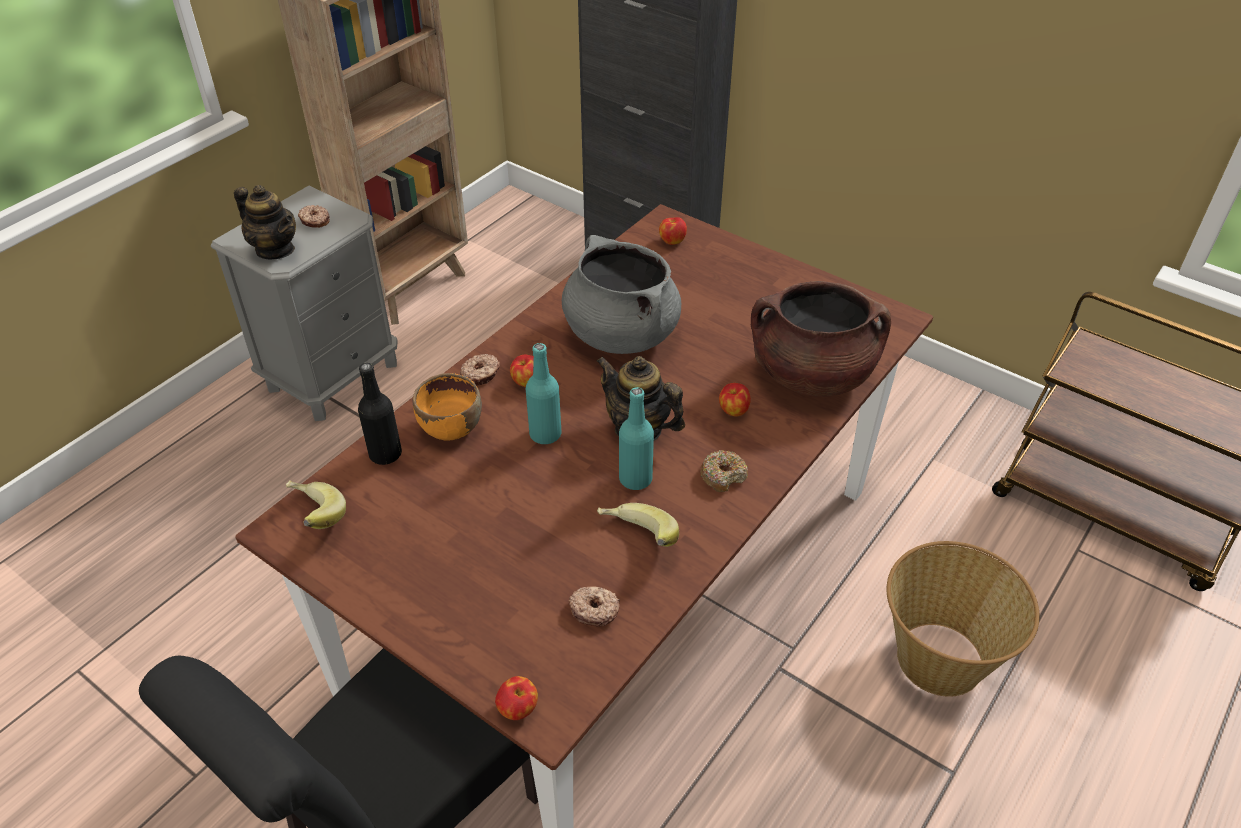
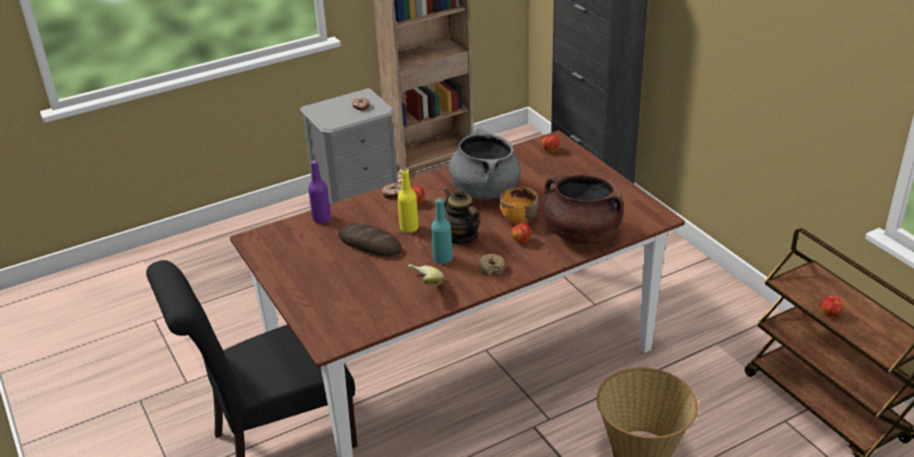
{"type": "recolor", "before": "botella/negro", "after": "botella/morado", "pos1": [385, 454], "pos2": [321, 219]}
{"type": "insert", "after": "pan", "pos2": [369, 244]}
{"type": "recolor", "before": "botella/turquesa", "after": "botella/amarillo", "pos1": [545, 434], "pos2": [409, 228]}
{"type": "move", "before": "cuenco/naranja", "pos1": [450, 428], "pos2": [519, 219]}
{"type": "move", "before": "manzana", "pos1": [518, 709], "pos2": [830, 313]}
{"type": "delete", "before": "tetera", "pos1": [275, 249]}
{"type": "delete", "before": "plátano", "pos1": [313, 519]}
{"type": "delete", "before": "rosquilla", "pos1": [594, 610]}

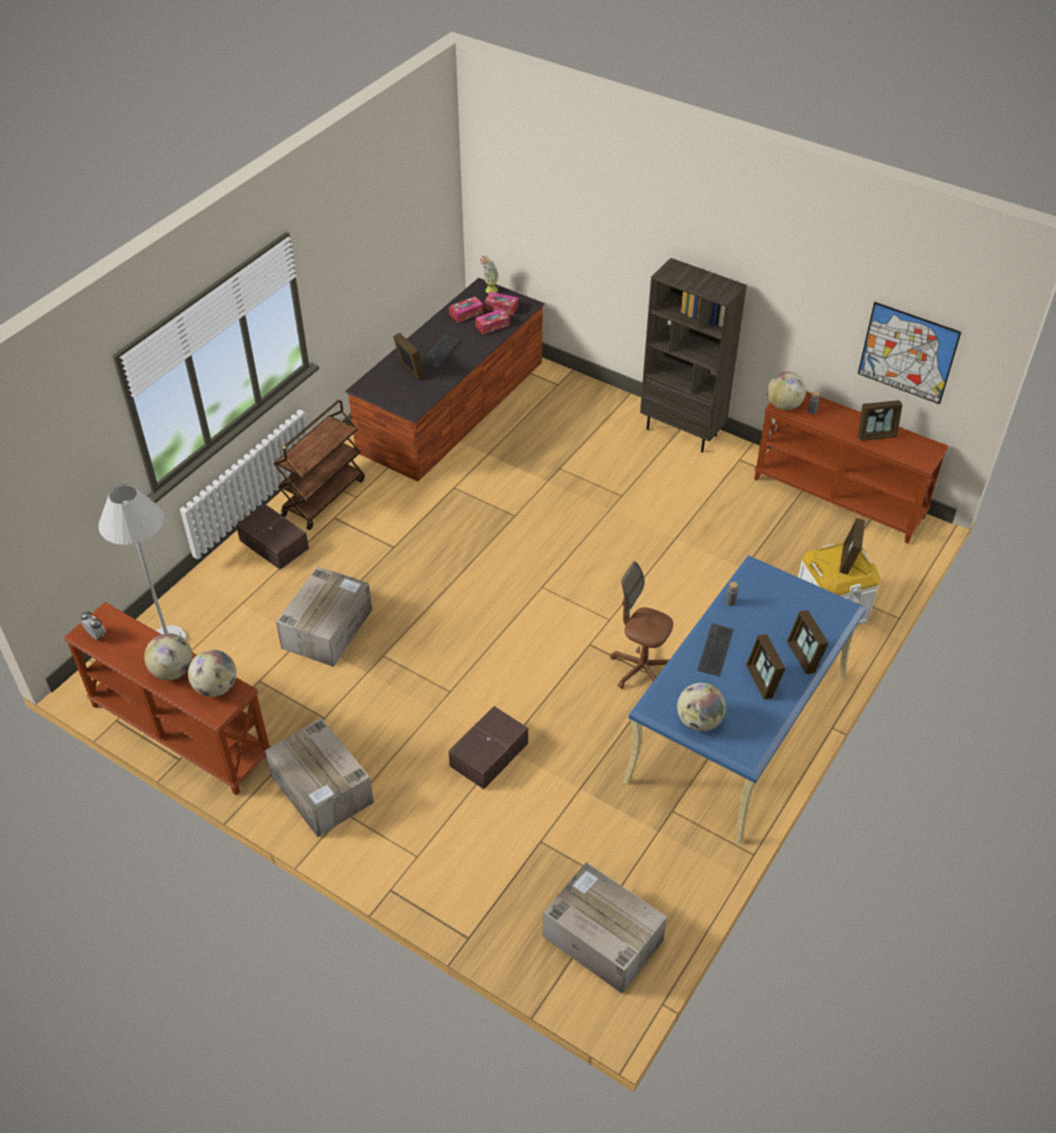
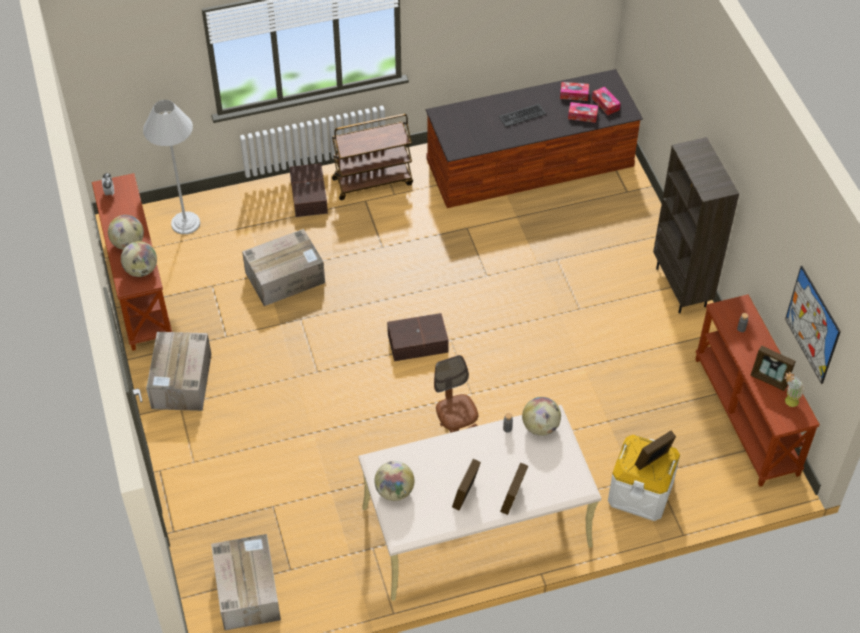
{"type": "recolor", "before": "escritorio/azul", "after": "escritorio/beis", "pos1": [738, 728], "pos2": [475, 527]}
{"type": "move", "before": "caja de almacenaje/marrón", "pos1": [487, 754], "pos2": [417, 342]}
{"type": "move", "before": "globo terráqueo", "pos1": [783, 405], "pos2": [540, 427]}
{"type": "move", "before": "planta en maceta", "pos1": [489, 292], "pos2": [788, 402]}
{"type": "delete", "before": "portarretratos", "pos1": [410, 370]}
{"type": "delete", "before": "teclado", "pos1": [716, 650]}

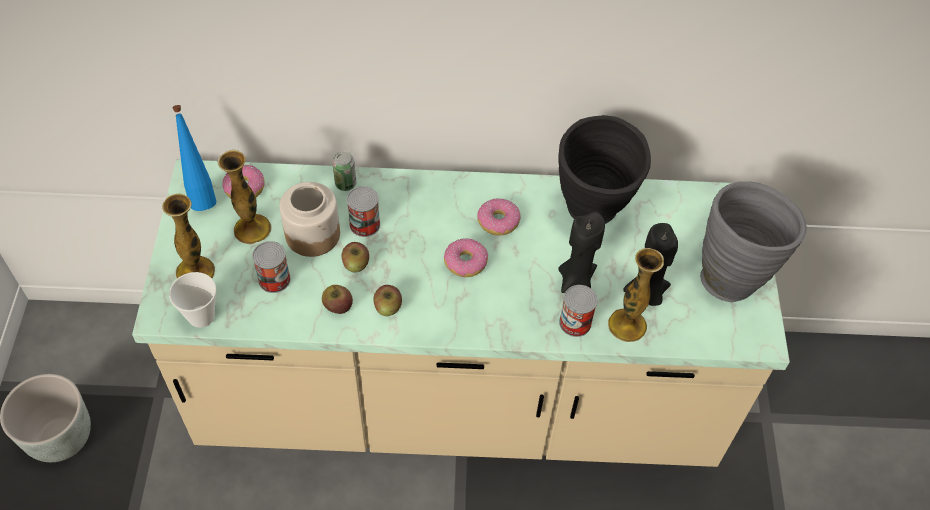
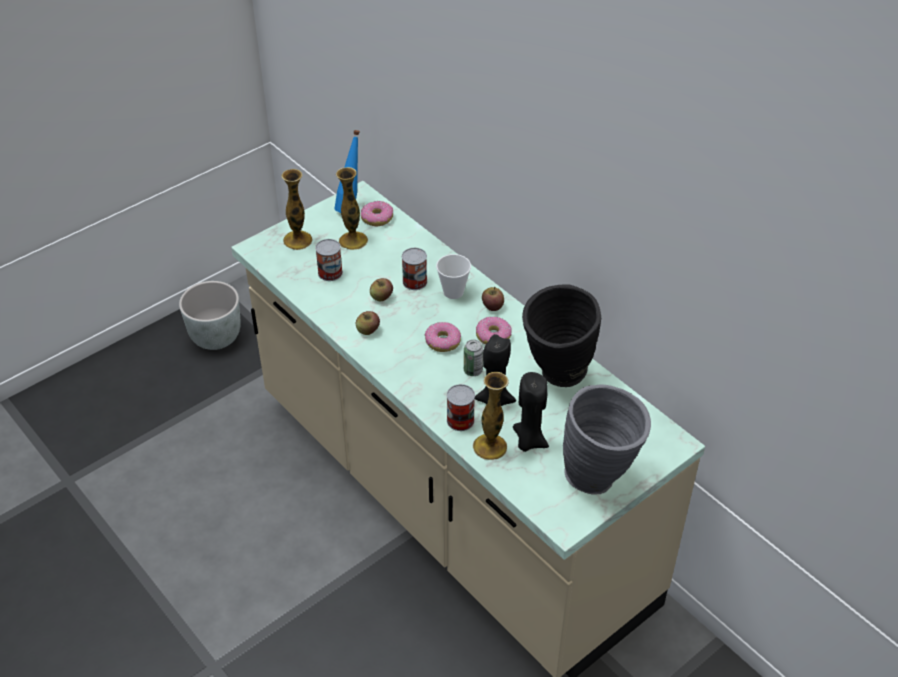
{"type": "move", "before": "taza", "pos1": [201, 316], "pos2": [453, 292]}
{"type": "move", "before": "lata", "pos1": [345, 184], "pos2": [473, 370]}
{"type": "move", "before": "manzana", "pos1": [338, 306], "pos2": [492, 306]}
{"type": "delete", "before": "tarro", "pos1": [313, 234]}

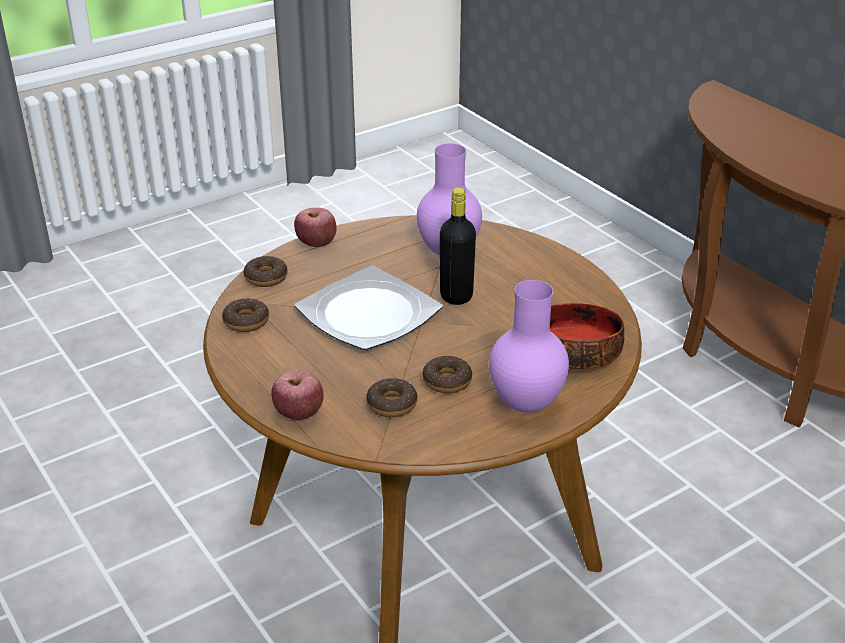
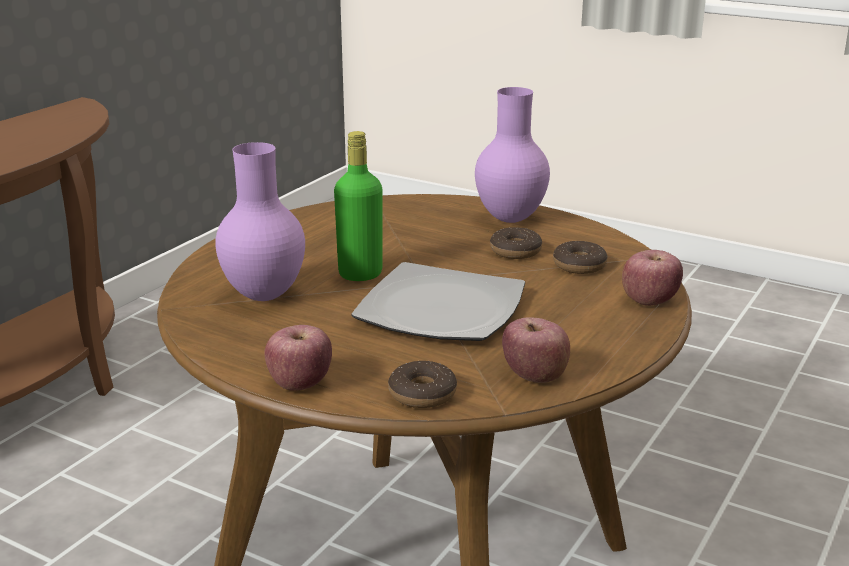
{"type": "recolor", "before": "botella/negro", "after": "botella/verde", "pos1": [456, 296], "pos2": [360, 274]}
{"type": "replace", "before": "rosquilla", "after": "manzana", "pos1": [246, 321], "pos2": [534, 376]}
{"type": "delete", "before": "cuenco", "pos1": [576, 352]}

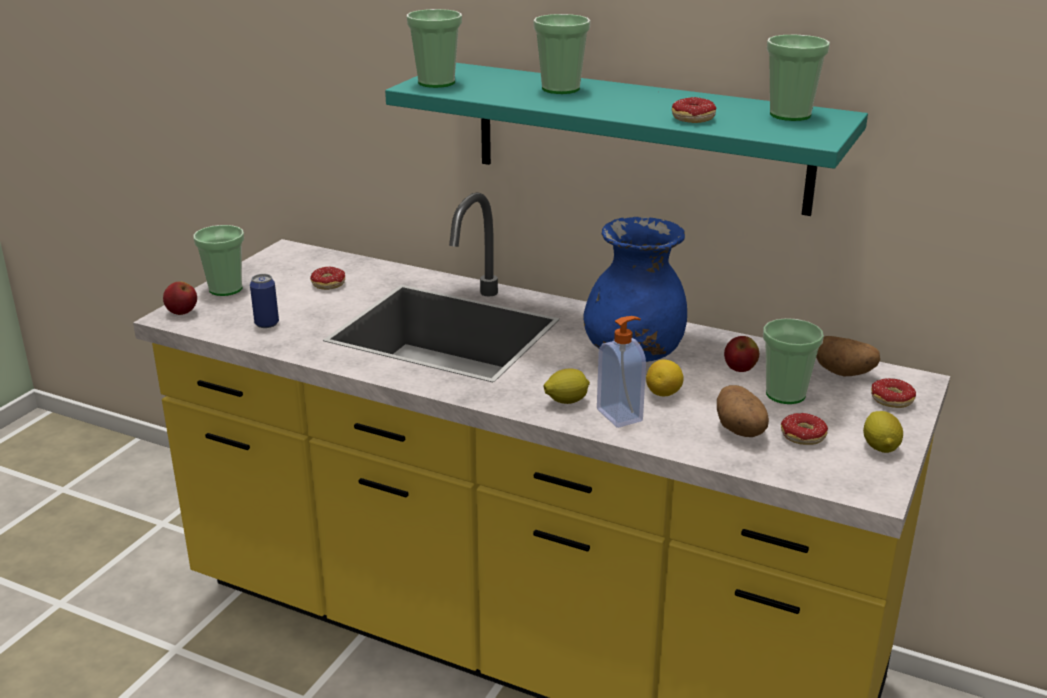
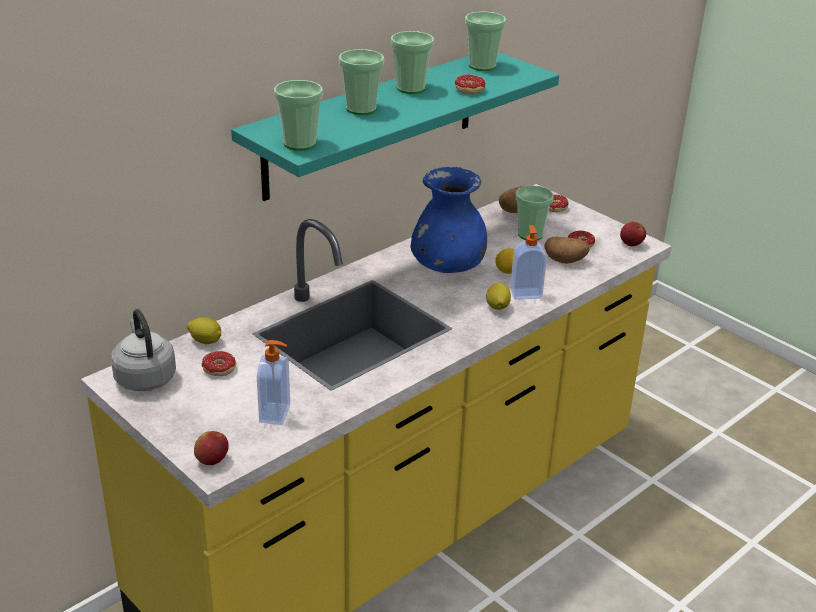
{"type": "insert", "after": "hervidor/gris", "pos2": [144, 377]}
{"type": "move", "before": "limón", "pos1": [880, 447], "pos2": [206, 341]}
{"type": "replace", "before": "lata", "after": "dispensador de jabón", "pos1": [267, 323], "pos2": [276, 414]}
{"type": "move", "before": "taza", "pos1": [225, 289], "pos2": [410, 88]}
{"type": "move", "before": "manzana", "pos1": [740, 370], "pos2": [631, 244]}

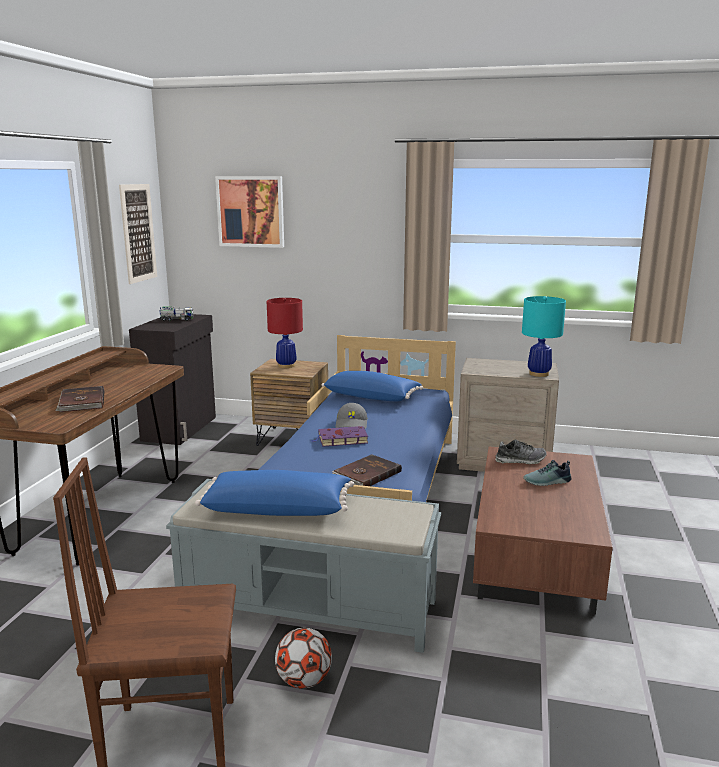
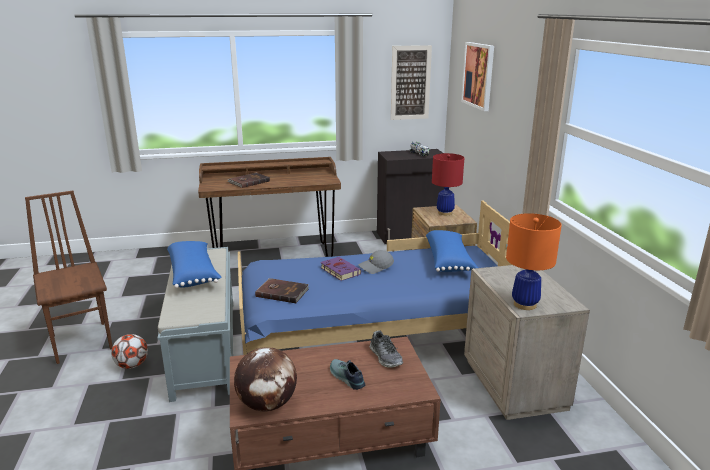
{"type": "insert", "after": "globo terráqueo", "pos2": [268, 404]}
{"type": "recolor", "before": "lámpara de mesa/turquesa", "after": "lámpara de mesa/naranja", "pos1": [538, 374], "pos2": [524, 304]}

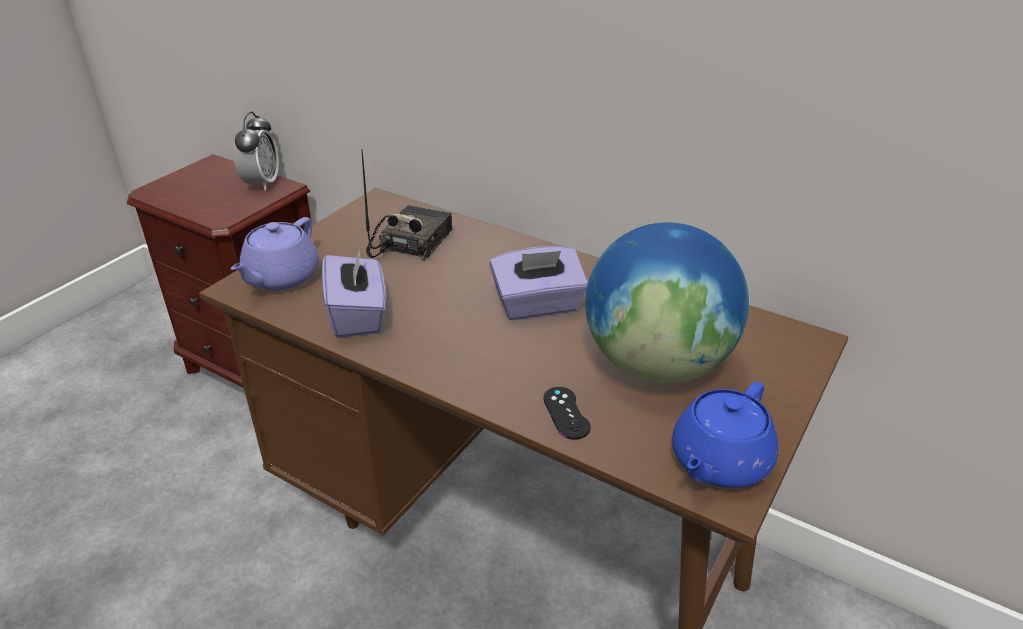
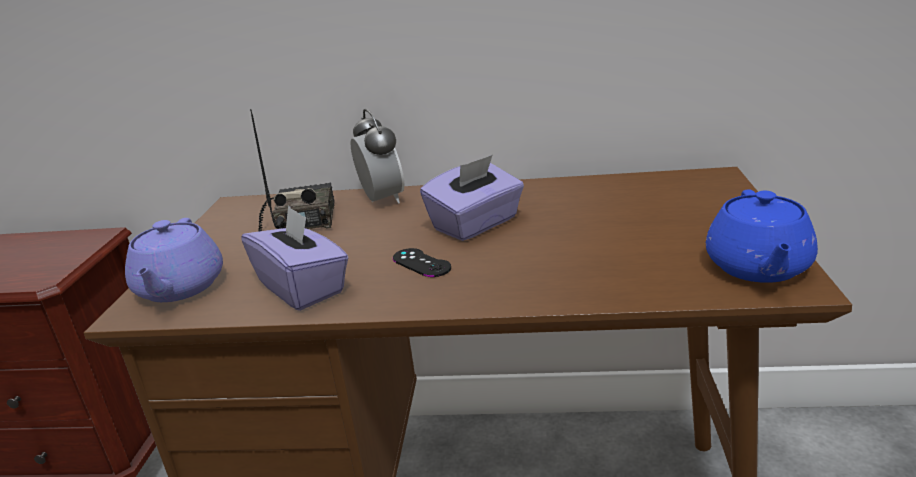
{"type": "move", "before": "despertador", "pos1": [262, 183], "pos2": [382, 200]}
{"type": "move", "before": "mando de consola/negro", "pos1": [566, 413], "pos2": [421, 263]}
{"type": "delete", "before": "globo terráqueo", "pos1": [657, 364]}

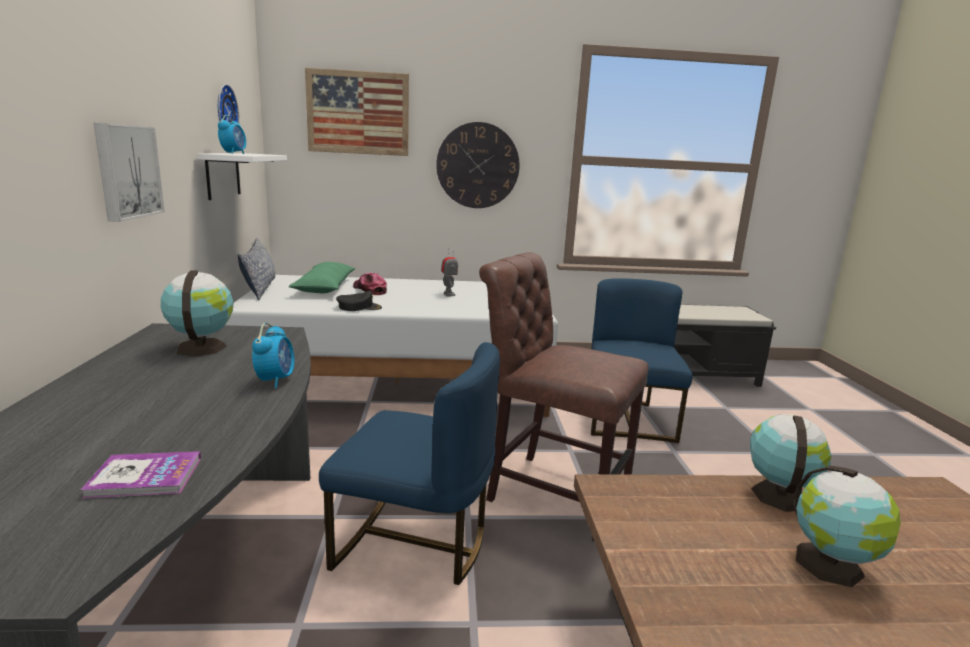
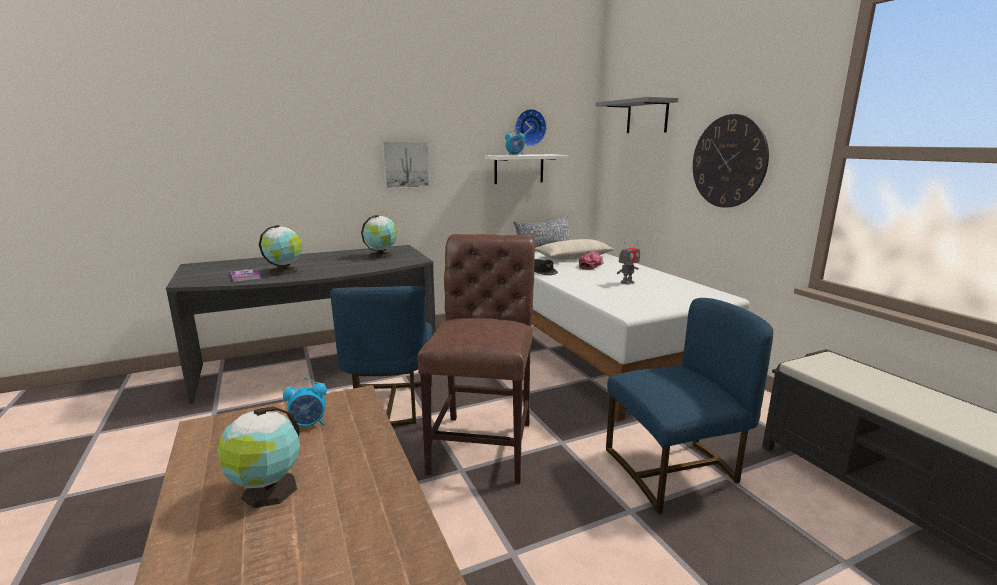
{"type": "move", "before": "globo terráqueo", "pos1": [778, 494], "pos2": [285, 271]}
{"type": "move", "before": "despertador", "pos1": [275, 380], "pos2": [308, 425]}
{"type": "recolor", "before": "cojín/verde", "after": "cojín/beis", "pos1": [325, 287], "pos2": [573, 257]}
{"type": "replace", "before": "cuadro", "after": "estante/gris", "pos1": [358, 113], "pos2": [647, 116]}

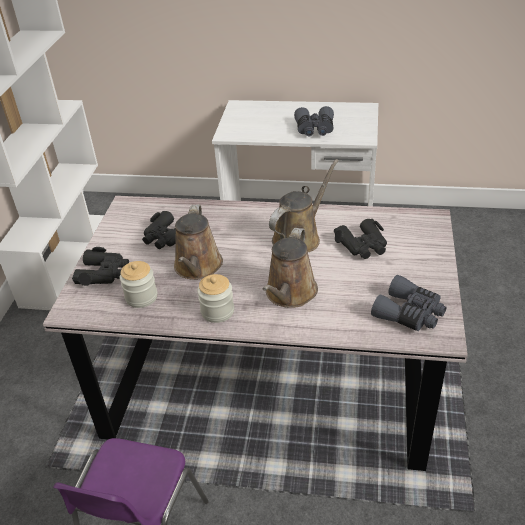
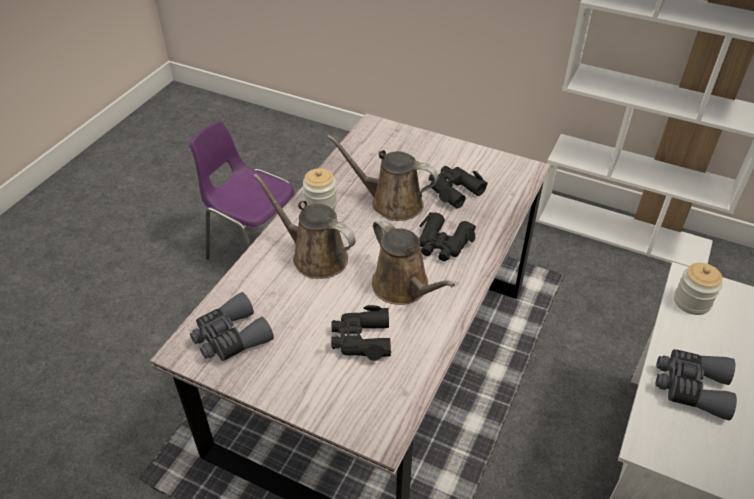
{"type": "move", "before": "prismáticos/negro", "pos1": [104, 273], "pos2": [443, 244]}
{"type": "move", "before": "tarro", "pos1": [141, 297], "pos2": [692, 302]}

